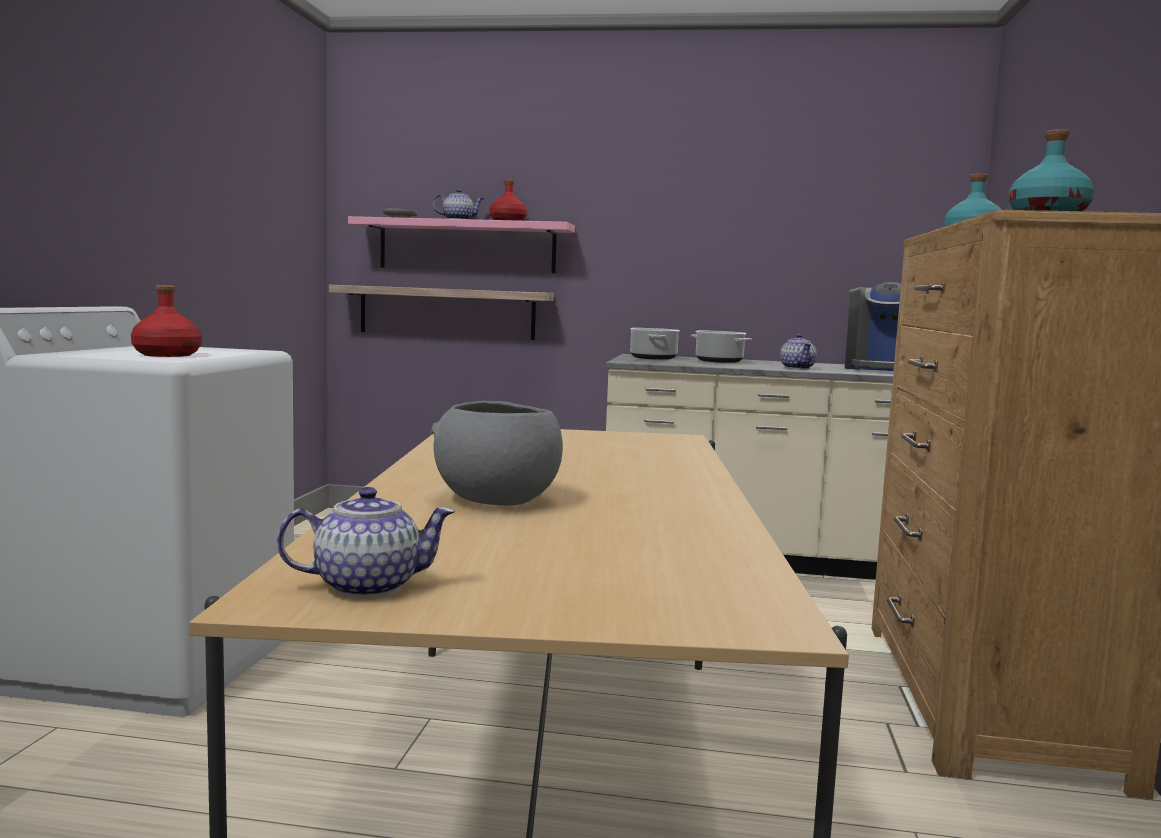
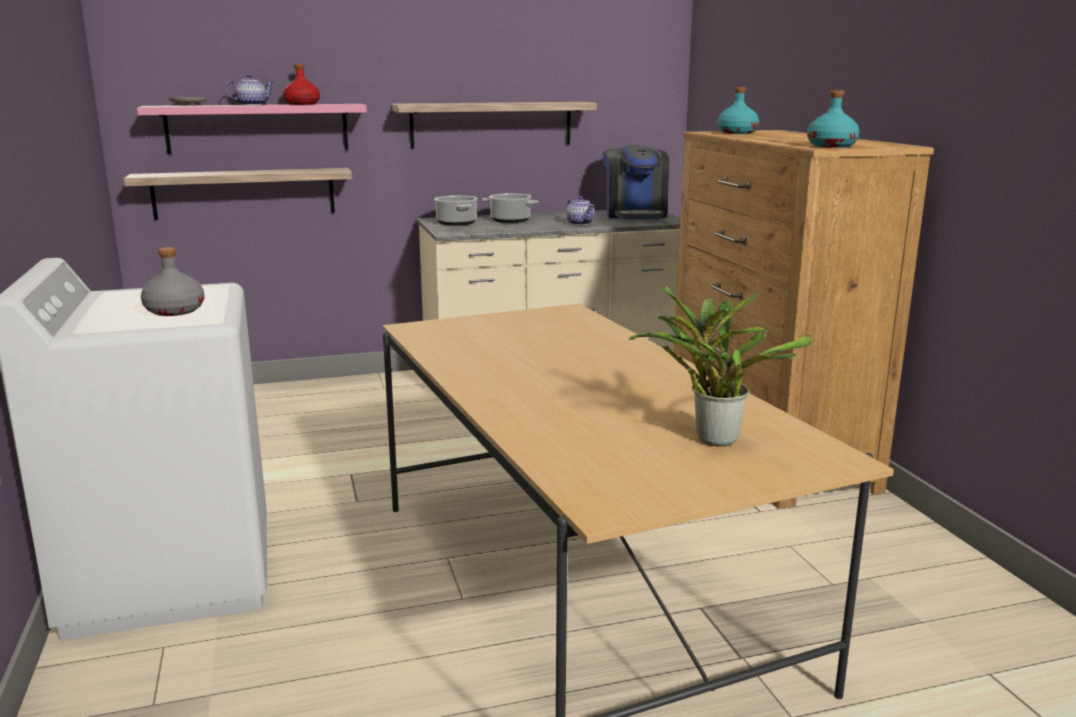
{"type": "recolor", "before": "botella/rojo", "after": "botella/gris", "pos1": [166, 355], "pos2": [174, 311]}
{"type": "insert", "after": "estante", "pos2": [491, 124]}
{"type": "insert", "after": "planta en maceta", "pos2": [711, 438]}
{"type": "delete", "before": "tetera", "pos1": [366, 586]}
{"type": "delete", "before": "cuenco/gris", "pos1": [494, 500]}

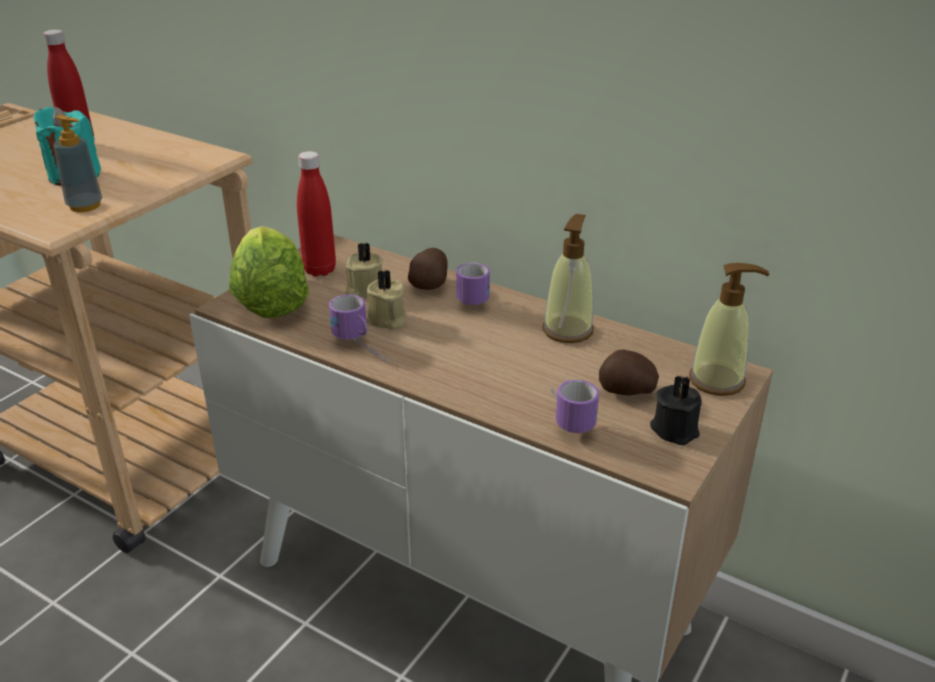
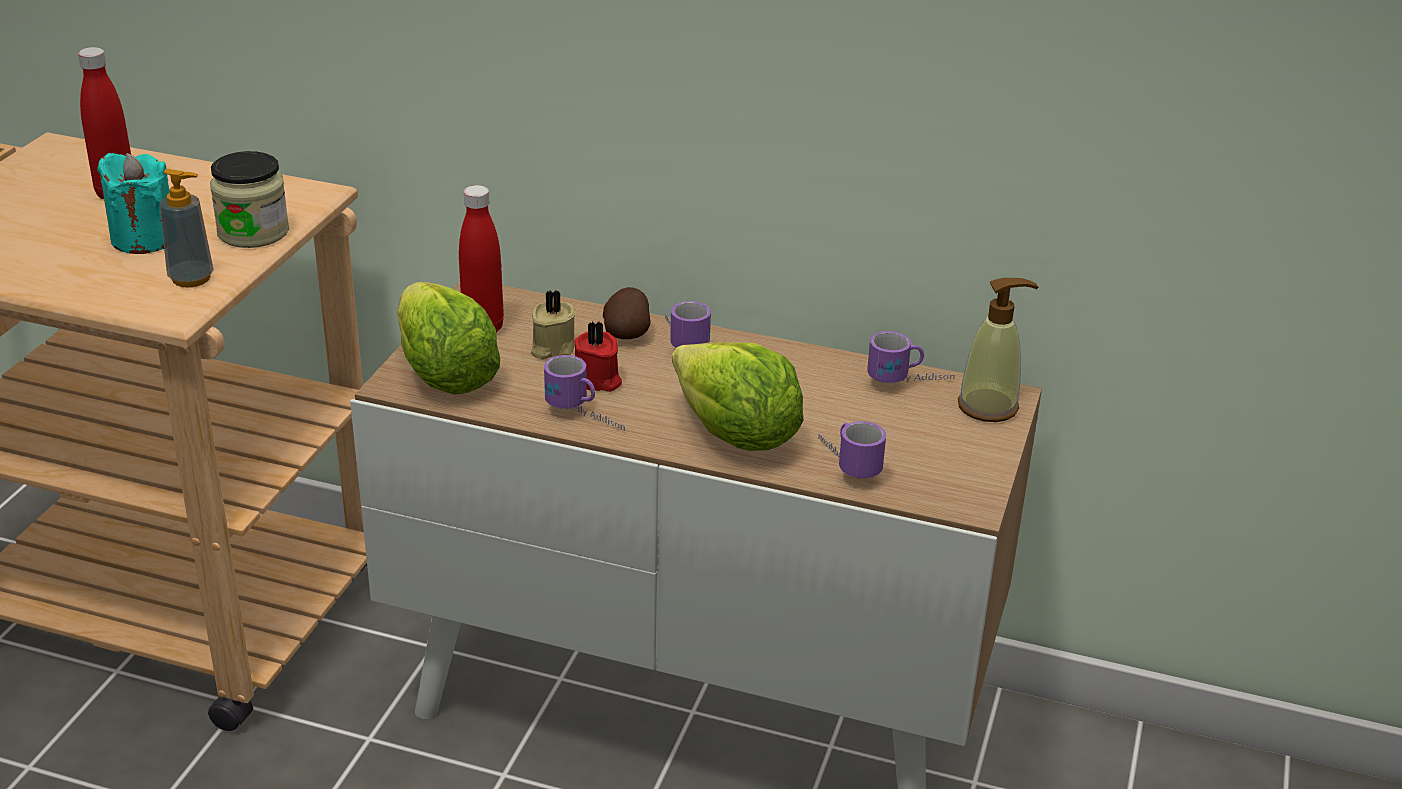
{"type": "insert", "after": "tarro", "pos2": [253, 232]}
{"type": "recolor", "before": "vela/beis", "after": "vela/rojo", "pos1": [387, 320], "pos2": [597, 381]}
{"type": "insert", "after": "lechuga", "pos2": [735, 436]}
{"type": "insert", "after": "taza grande", "pos2": [910, 383]}
{"type": "delete", "before": "dispensador de jabón", "pos1": [568, 330]}
{"type": "delete", "before": "patata", "pos1": [626, 391]}
{"type": "delete", "before": "vela/negro", "pos1": [675, 428]}

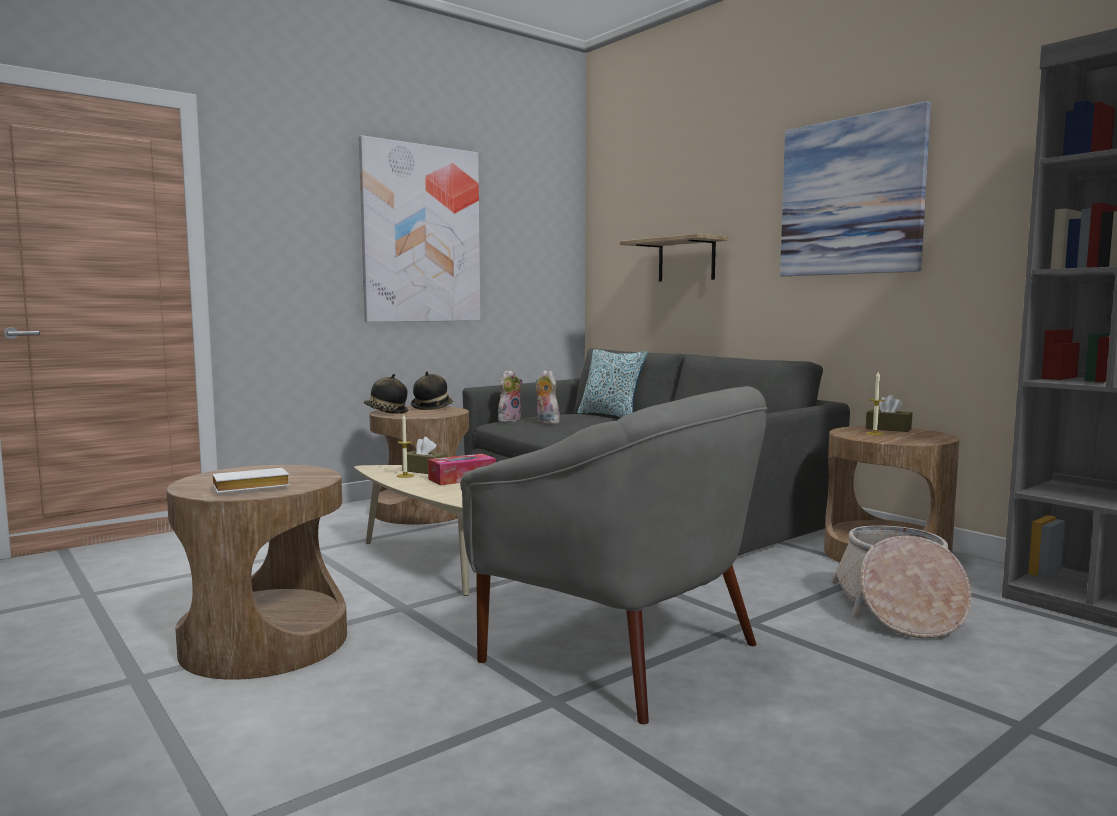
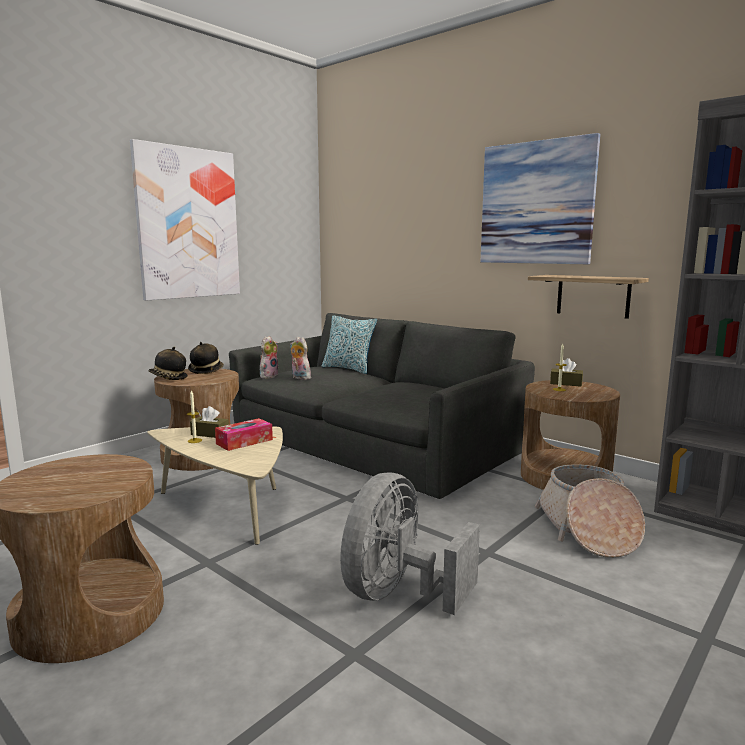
{"type": "replace", "before": "sillón/gris", "after": "ventilador/gris", "pos1": [624, 652], "pos2": [398, 593]}
{"type": "move", "before": "estante", "pos1": [686, 260], "pos2": [593, 296]}
{"type": "delete", "before": "libro/blanco", "pos1": [249, 488]}

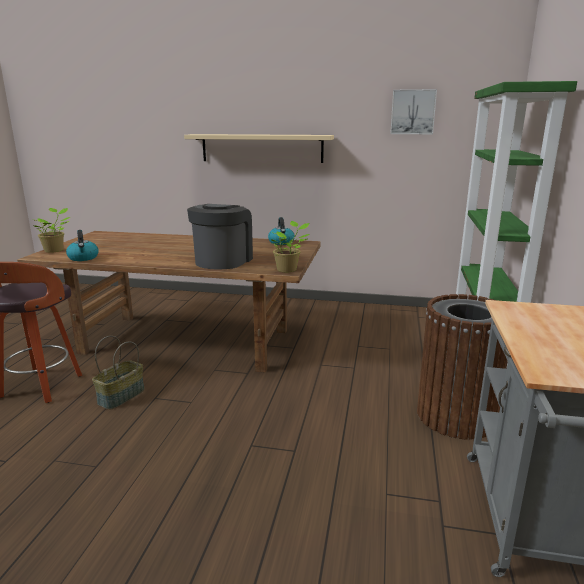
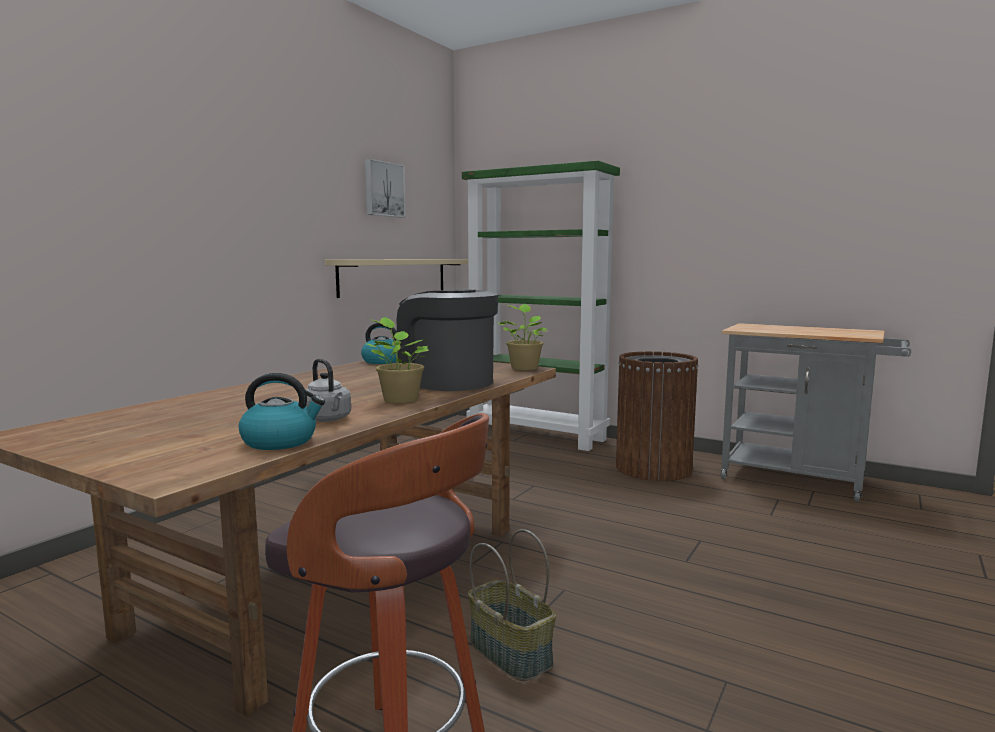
{"type": "insert", "after": "hervidor/gris", "pos2": [328, 419]}
{"type": "move", "before": "estante/beis", "pos1": [262, 148], "pos2": [394, 276]}
{"type": "move", "before": "planta en maceta", "pos1": [55, 250], "pos2": [399, 399]}

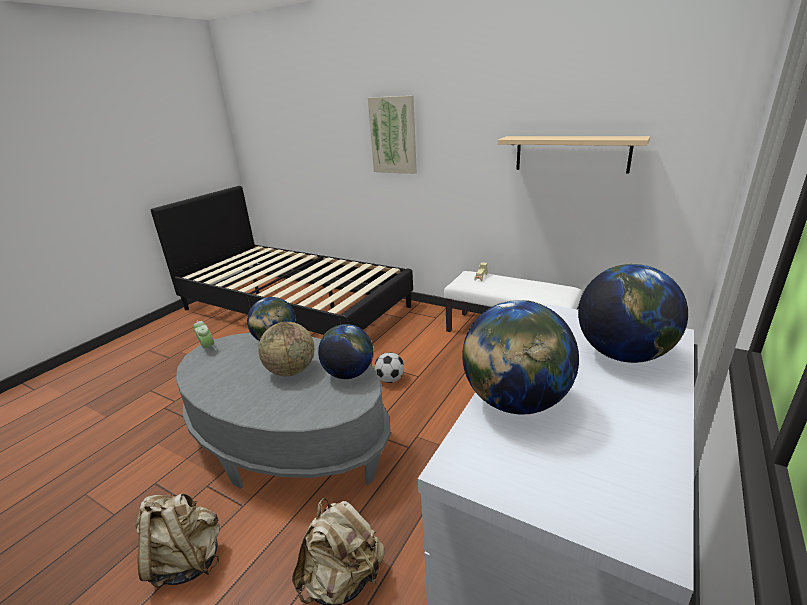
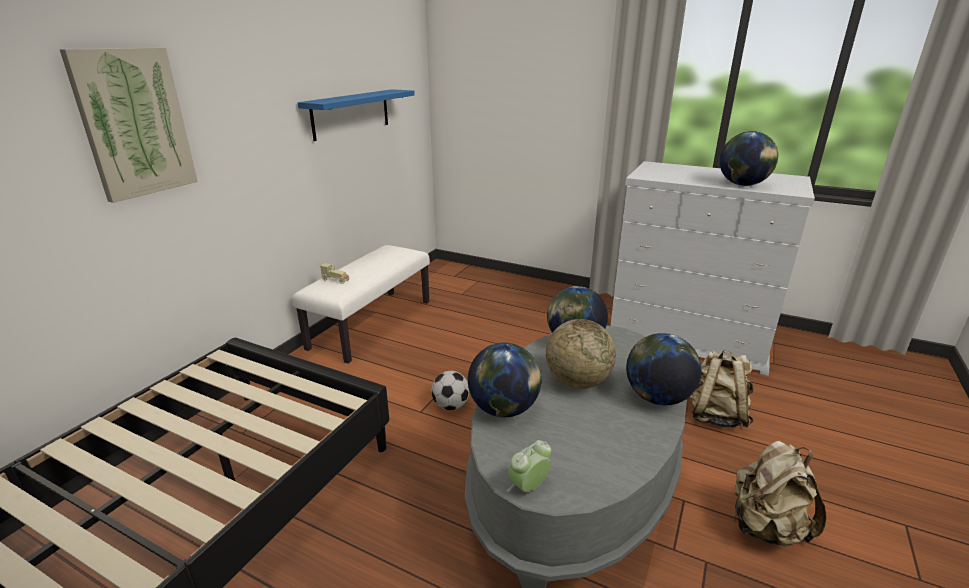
{"type": "recolor", "before": "estante/beis", "after": "estante/azul", "pos1": [571, 153], "pos2": [351, 113]}
{"type": "move", "before": "globo terráqueo", "pos1": [623, 355], "pos2": [657, 398]}

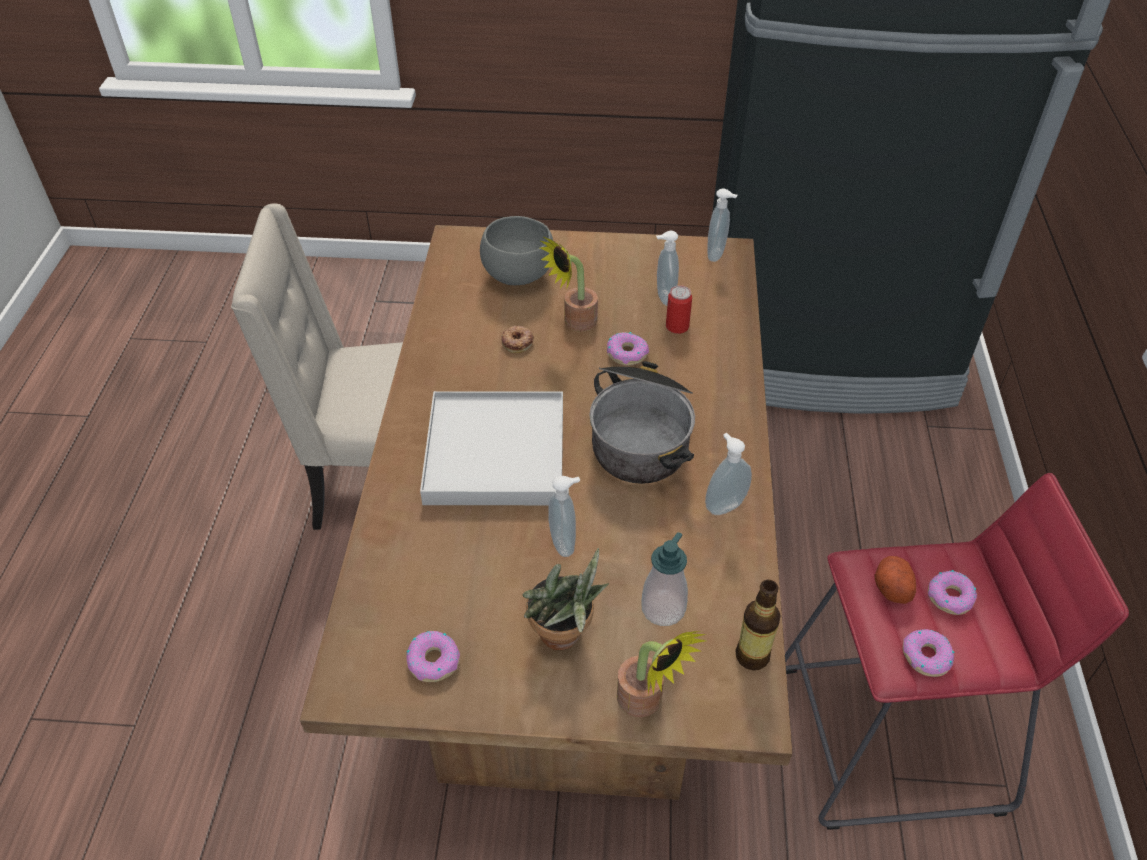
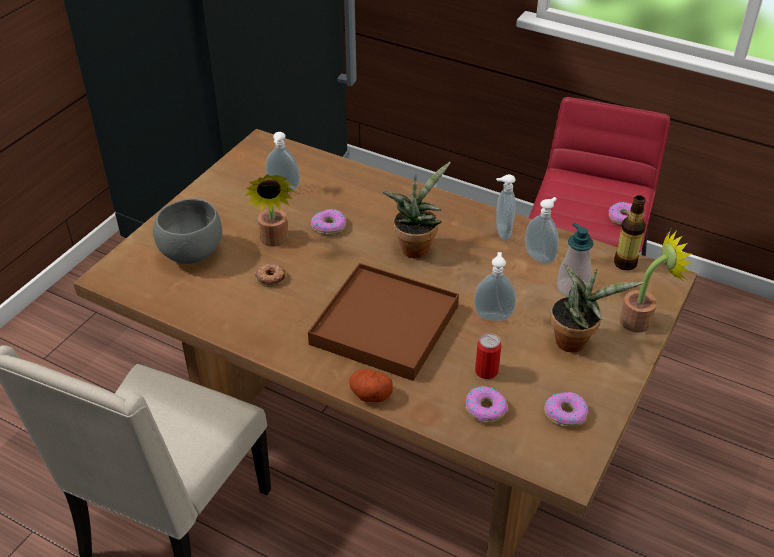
{"type": "recolor", "before": "bandeja/blanco", "after": "bandeja/marrón", "pos1": [495, 453], "pos2": [385, 325]}
{"type": "move", "before": "patata", "pos1": [891, 587], "pos2": [370, 394]}
{"type": "replace", "before": "olla", "after": "planta en maceta", "pos1": [641, 435], "pos2": [415, 246]}
{"type": "move", "before": "rosquilla", "pos1": [950, 597], "pos2": [485, 408]}
{"type": "move", "before": "lata", "pos1": [677, 326], "pos2": [486, 371]}
{"type": "move", "before": "dispensador de jabón", "pos1": [717, 255], "pos2": [540, 257]}

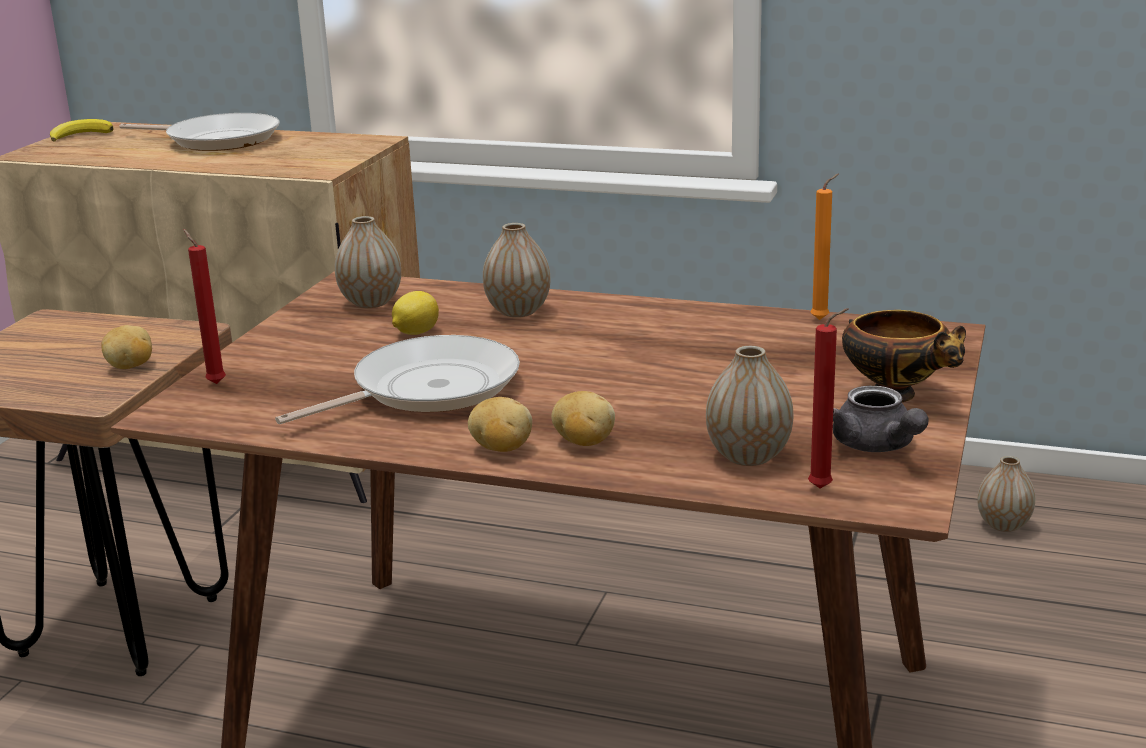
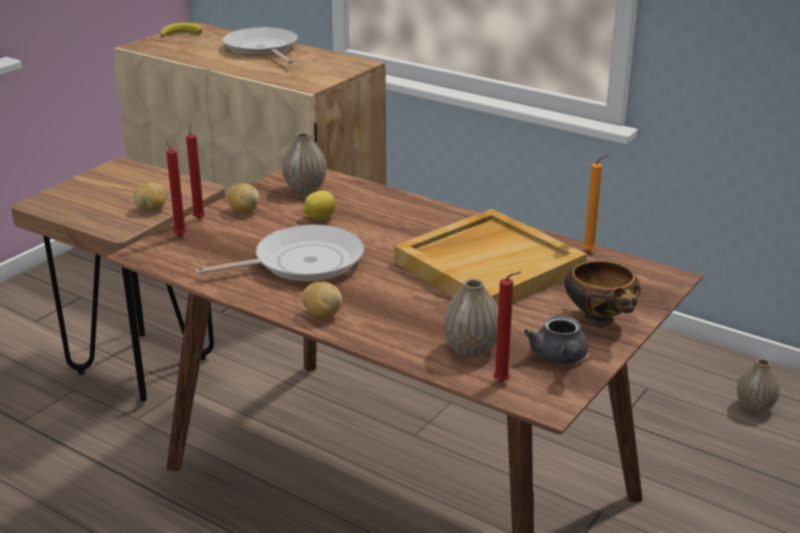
{"type": "insert", "after": "vela/rojo", "pos2": [199, 218]}
{"type": "rotate", "before": "sartén", "pos1": [218, 140], "pos2": [262, 49], "turn": -150}
{"type": "move", "before": "patata", "pos1": [583, 442], "pos2": [243, 211]}
{"type": "insert", "after": "bandeja/beis", "pos2": [489, 265]}
{"type": "delete", "before": "florero", "pos1": [518, 311]}

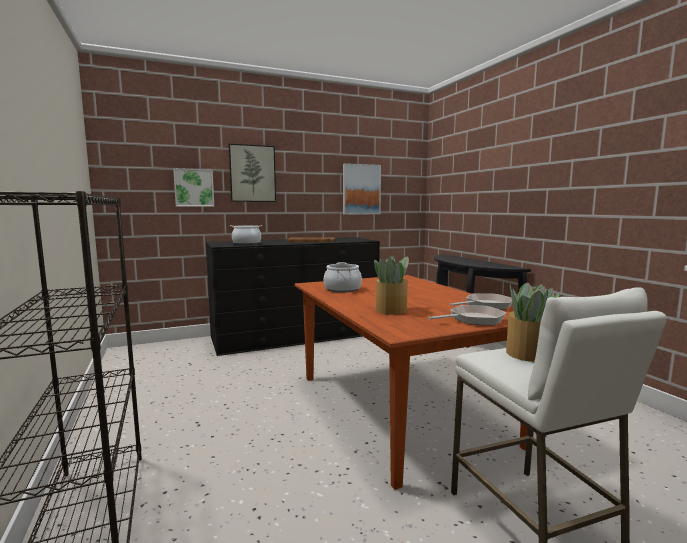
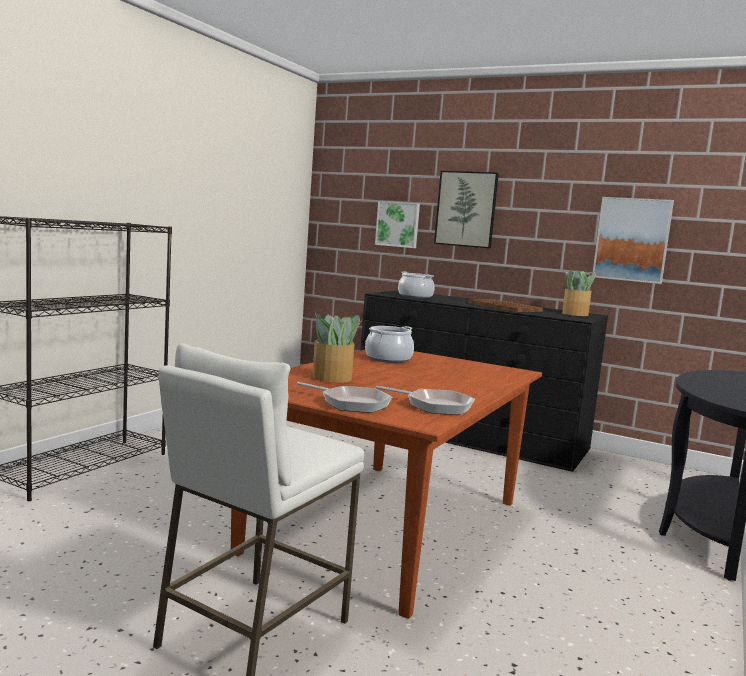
{"type": "move", "before": "planta en maceta", "pos1": [526, 353], "pos2": [575, 314]}

